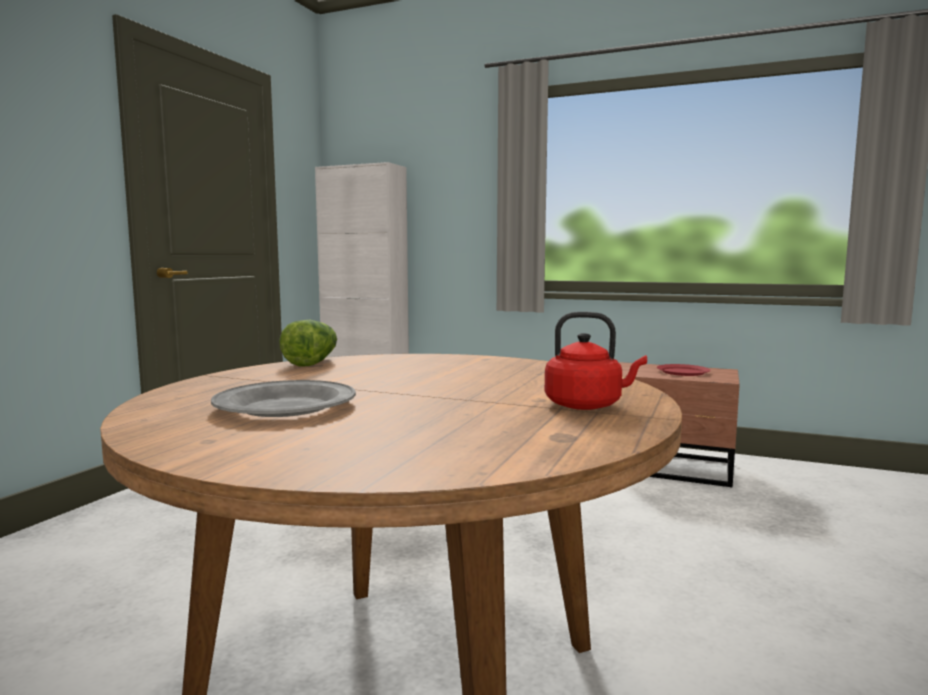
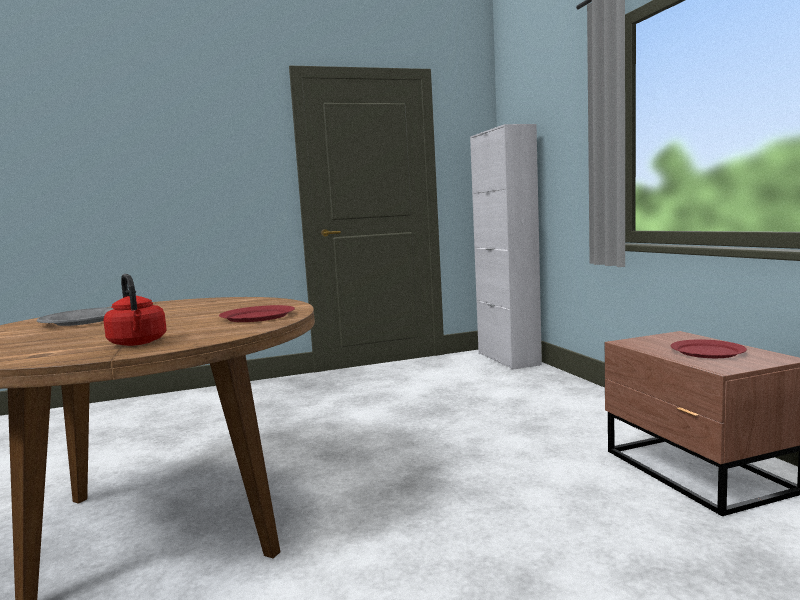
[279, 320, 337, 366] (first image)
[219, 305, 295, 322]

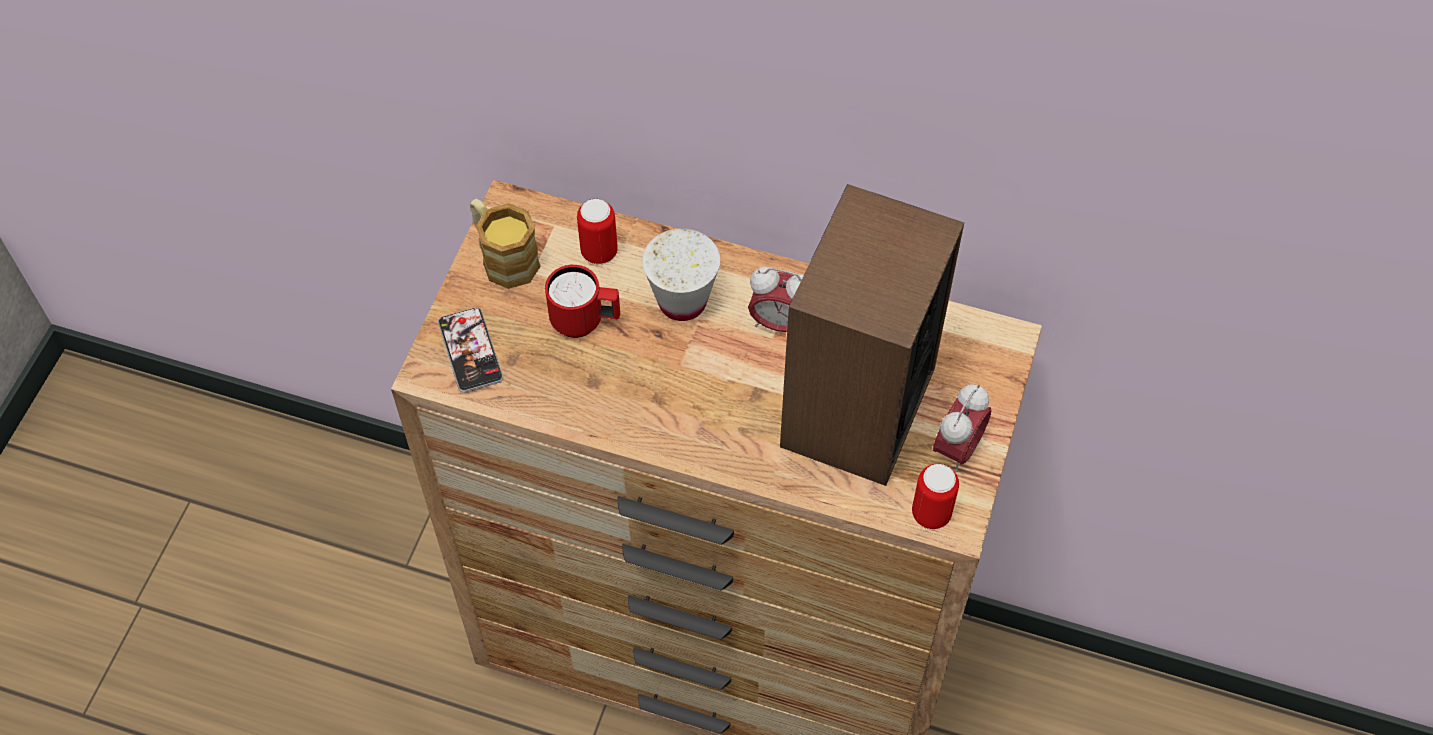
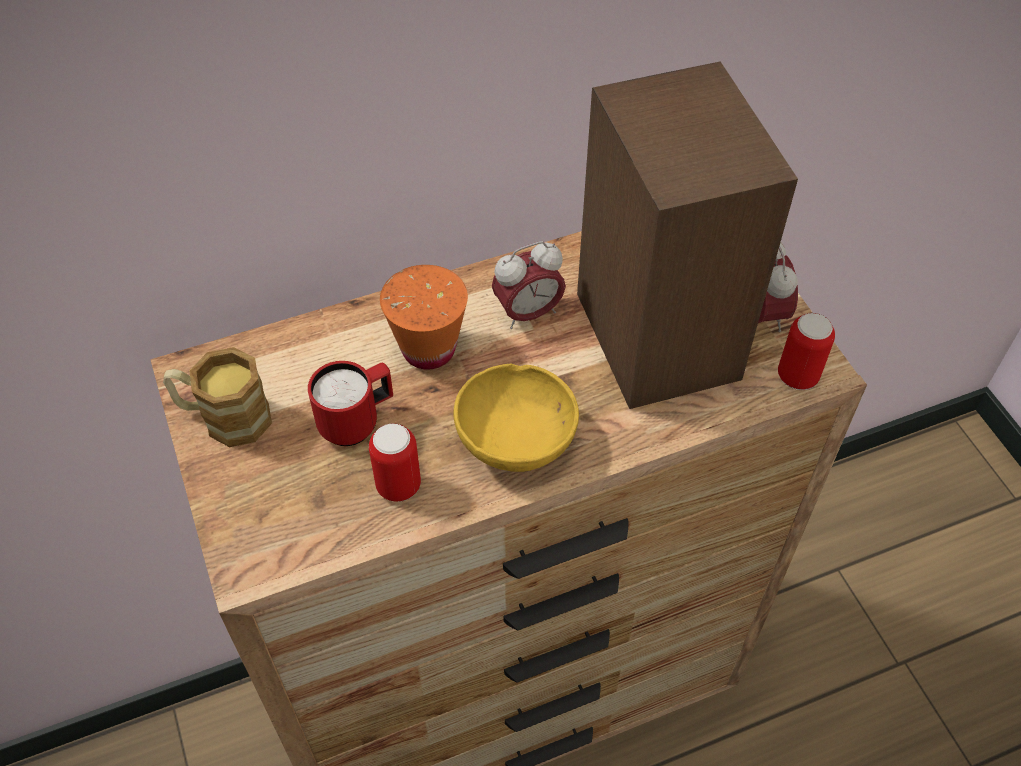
[438, 308, 503, 393] (first image)
[453, 364, 579, 472]
[369, 423, 421, 502]
[380, 265, 468, 370]

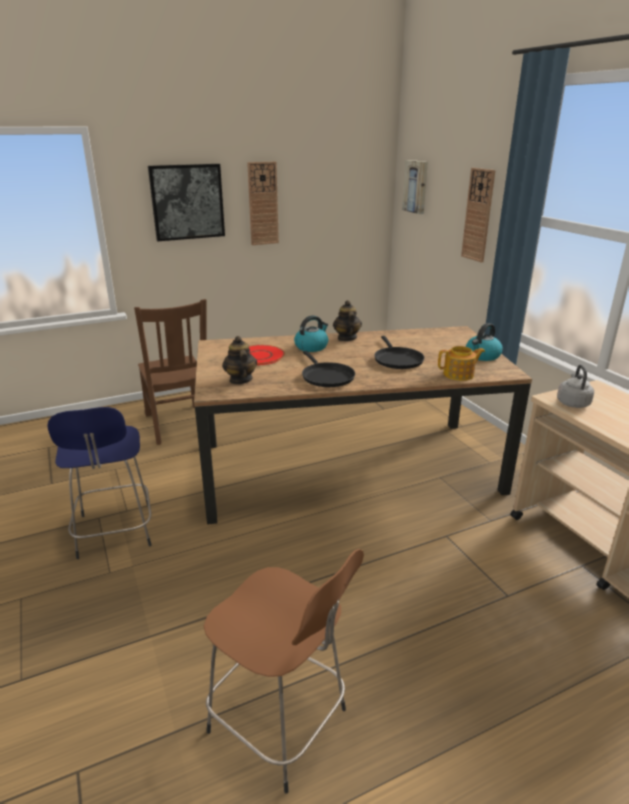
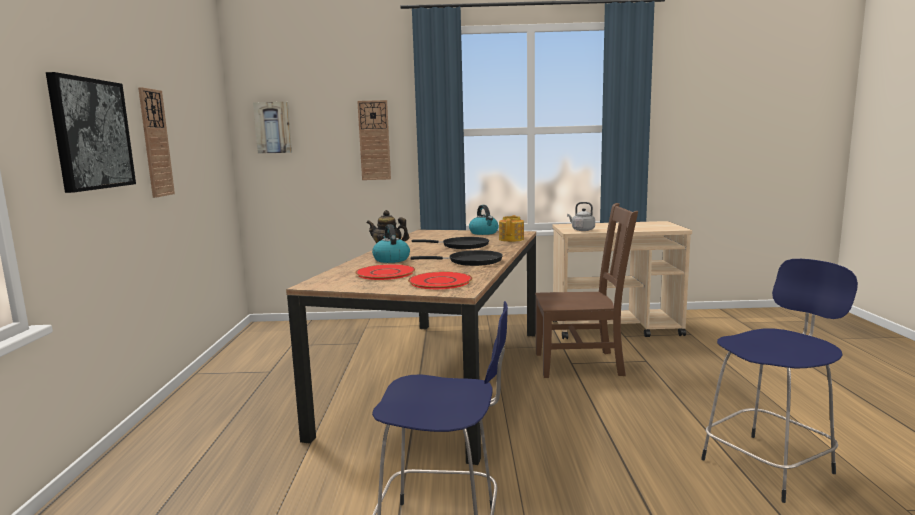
[535, 203, 638, 378]
[408, 272, 472, 289]
[701, 259, 858, 503]

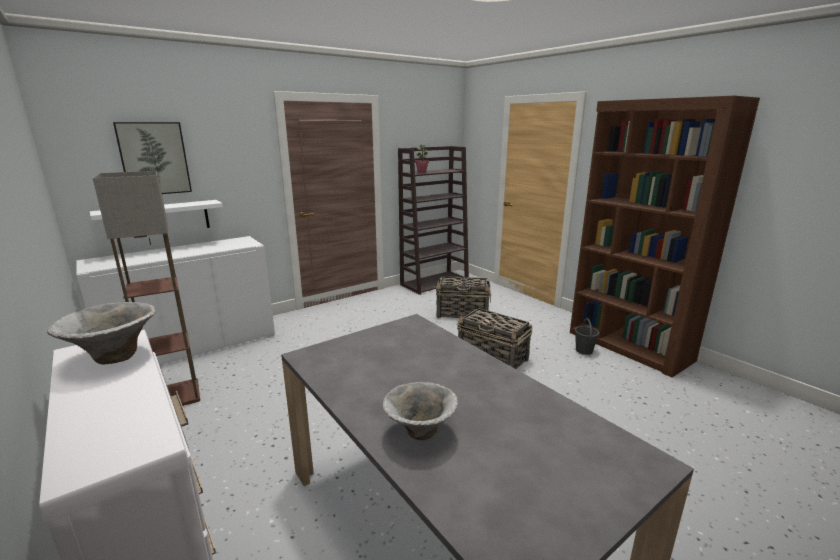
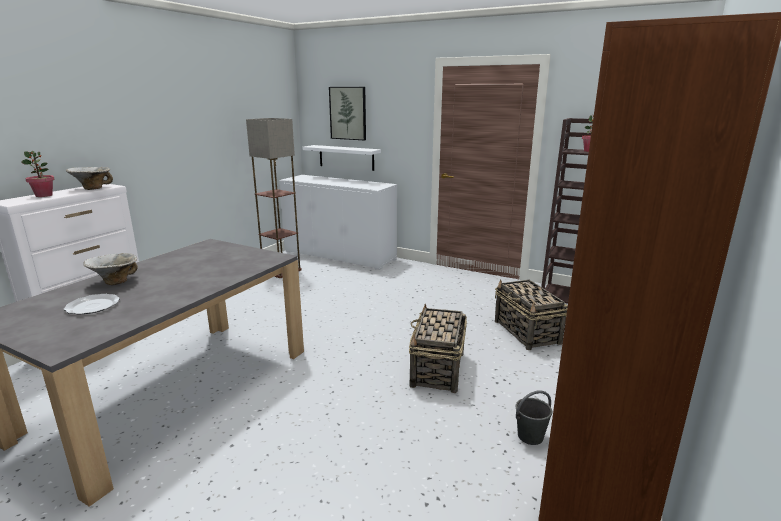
[21, 151, 54, 197]
[64, 294, 120, 314]

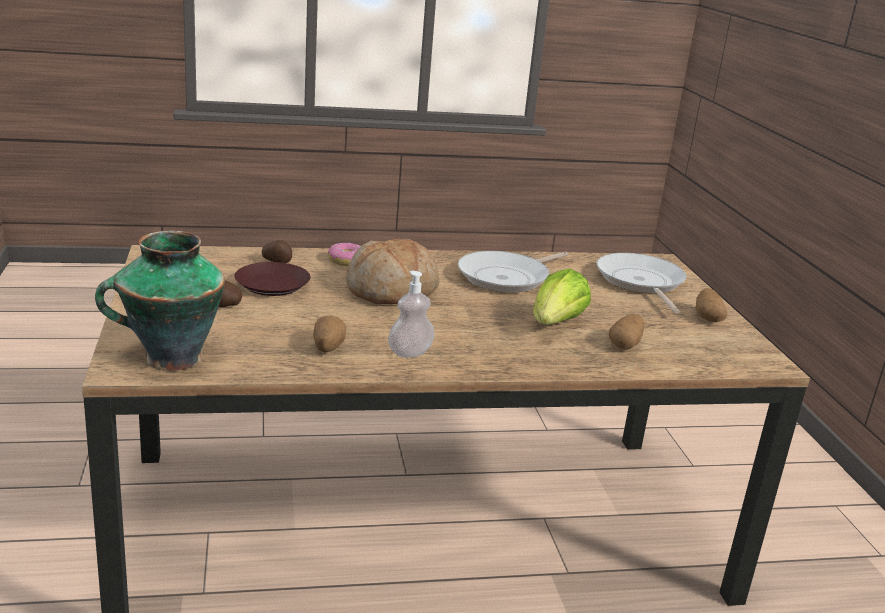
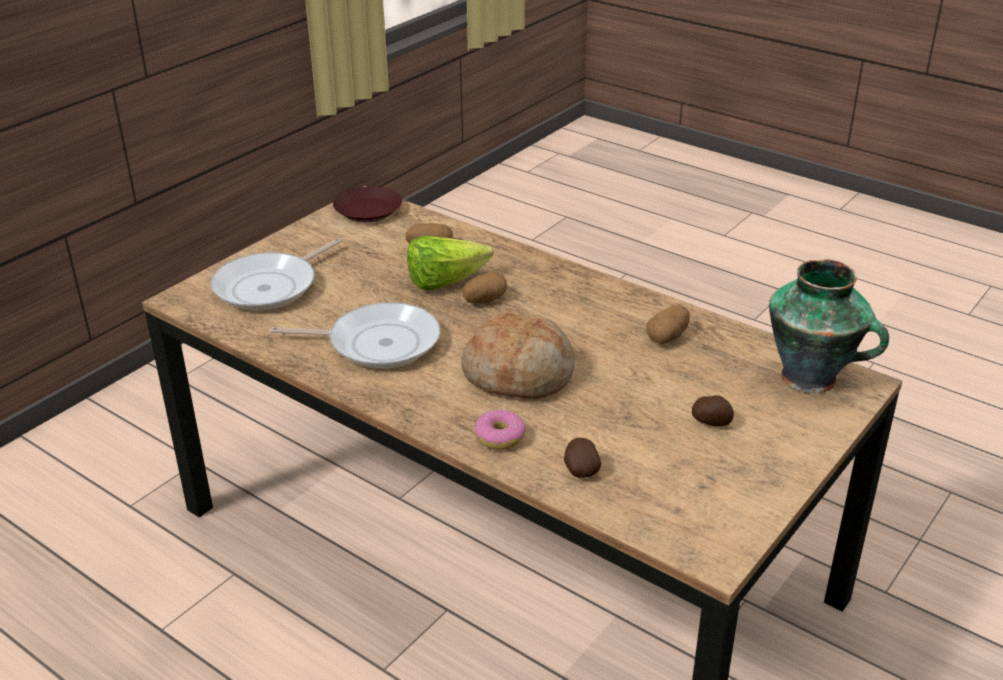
[388, 271, 435, 357] (first image)
[333, 187, 402, 222]
[463, 272, 507, 304]

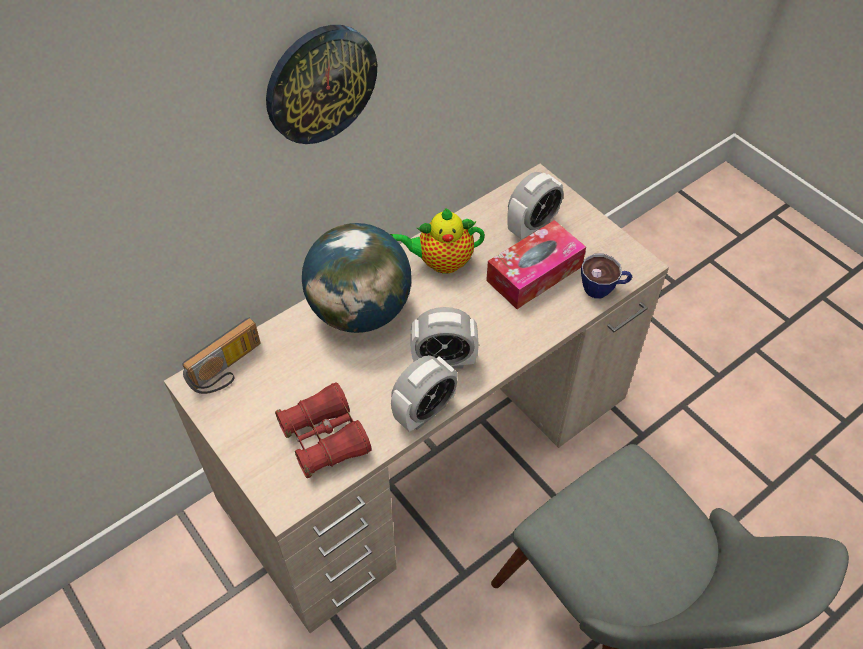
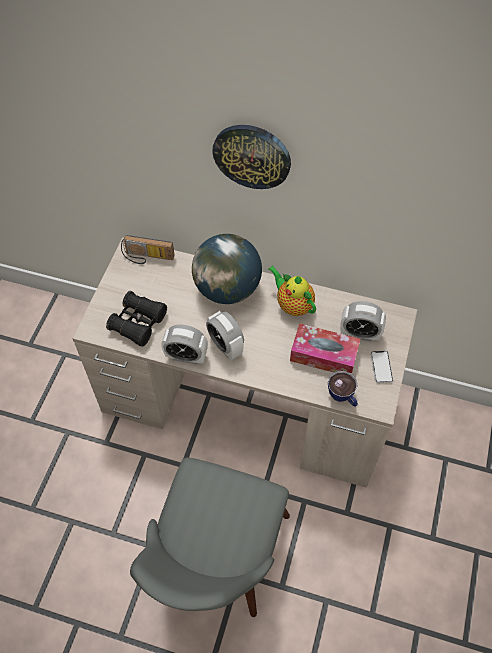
[371, 351, 393, 383]
[106, 291, 167, 347]

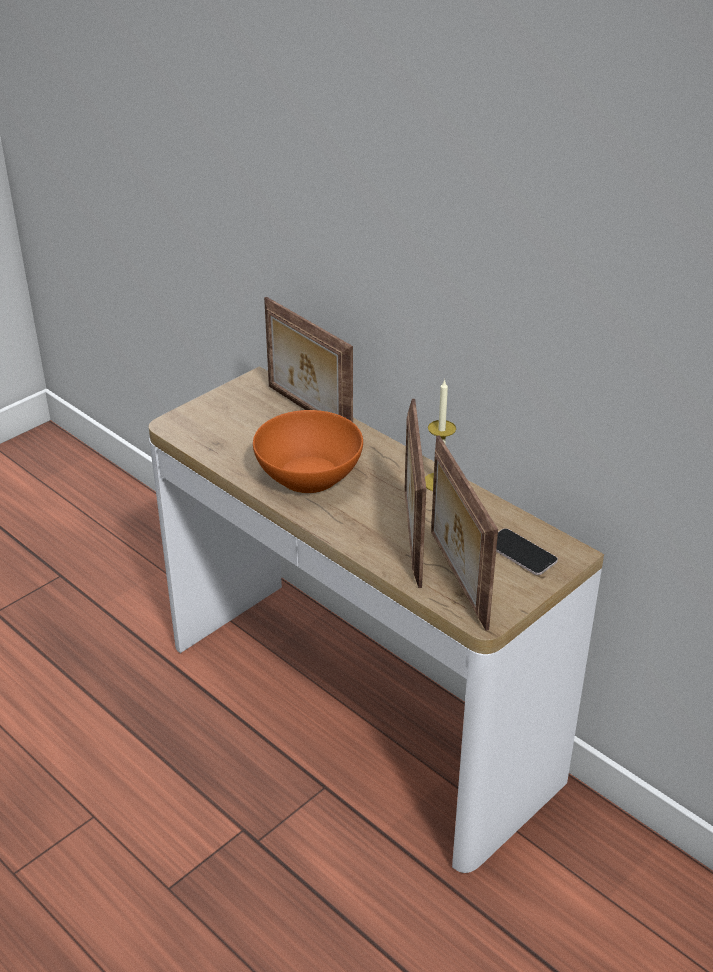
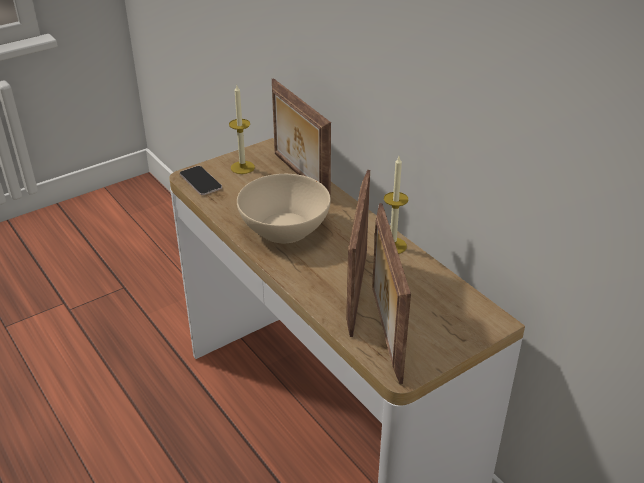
[229, 85, 255, 174]
[180, 166, 222, 195]
[237, 174, 331, 243]

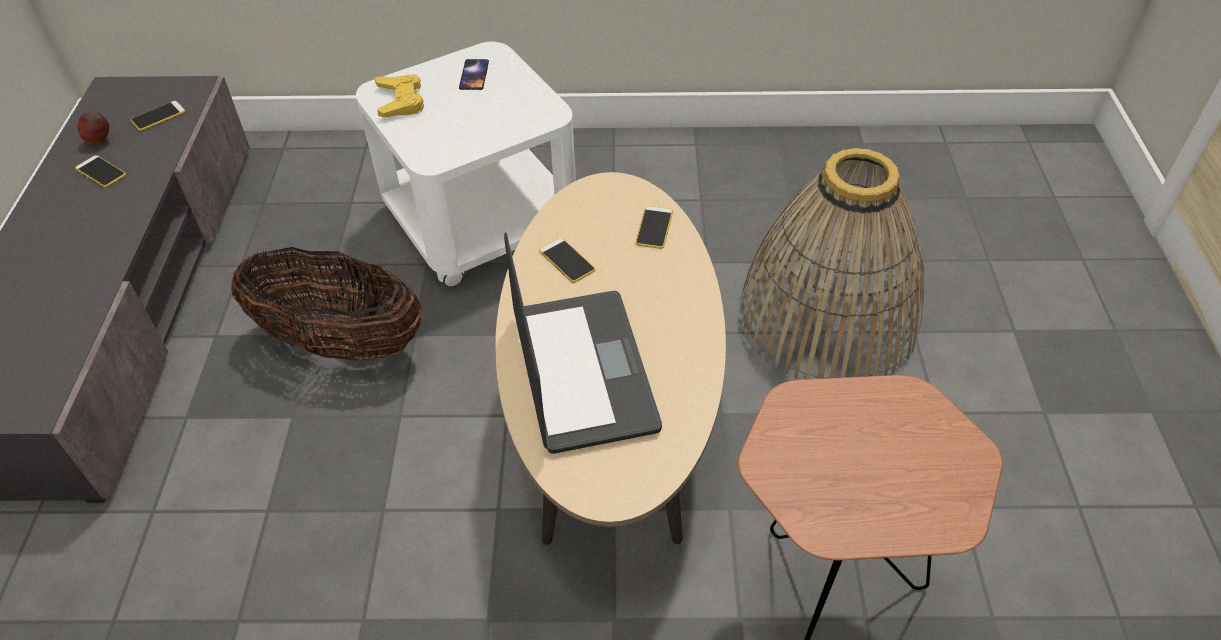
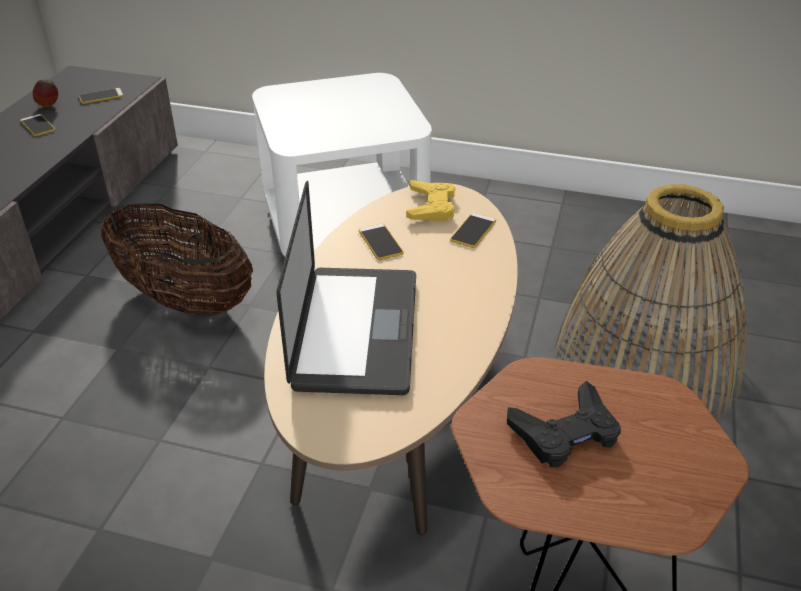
[459, 59, 489, 90] (first image)
[507, 381, 621, 467]
[406, 180, 455, 222]

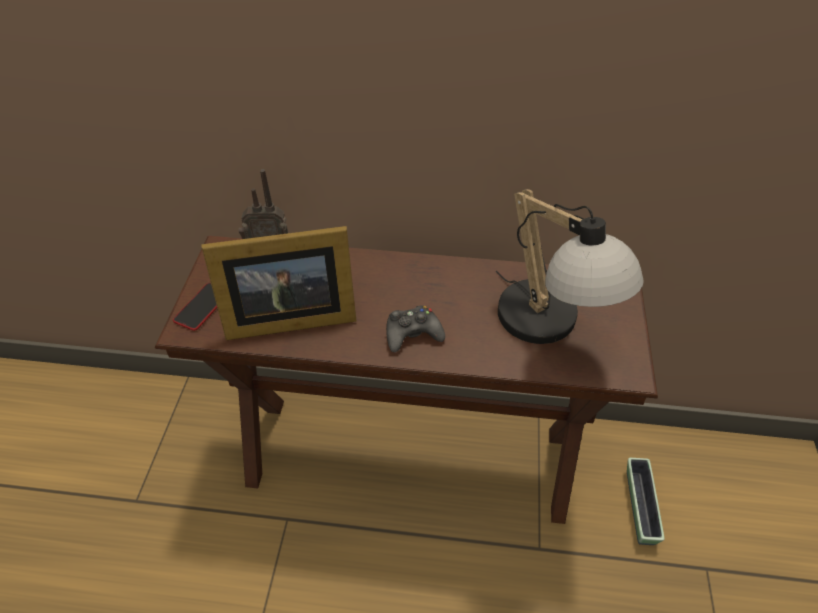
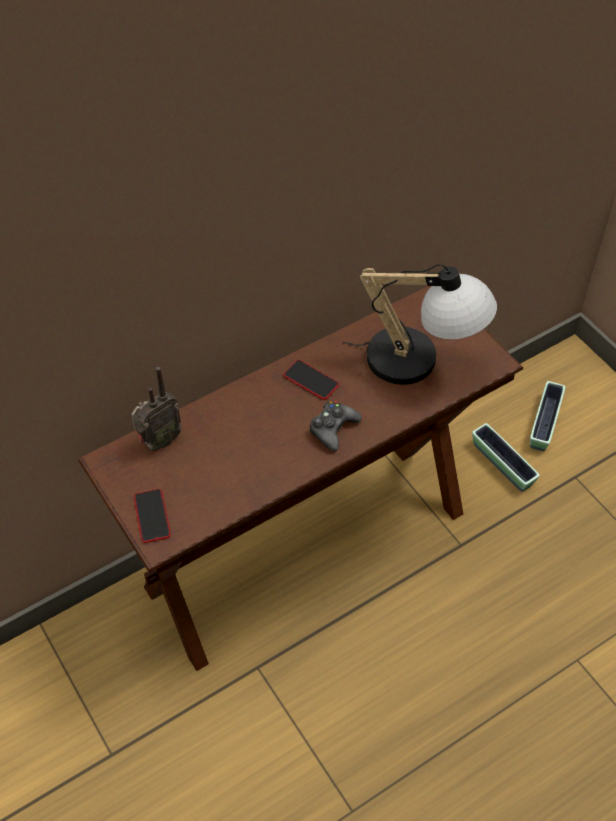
[201, 226, 356, 340] (first image)
[283, 360, 339, 400]
[530, 381, 566, 451]

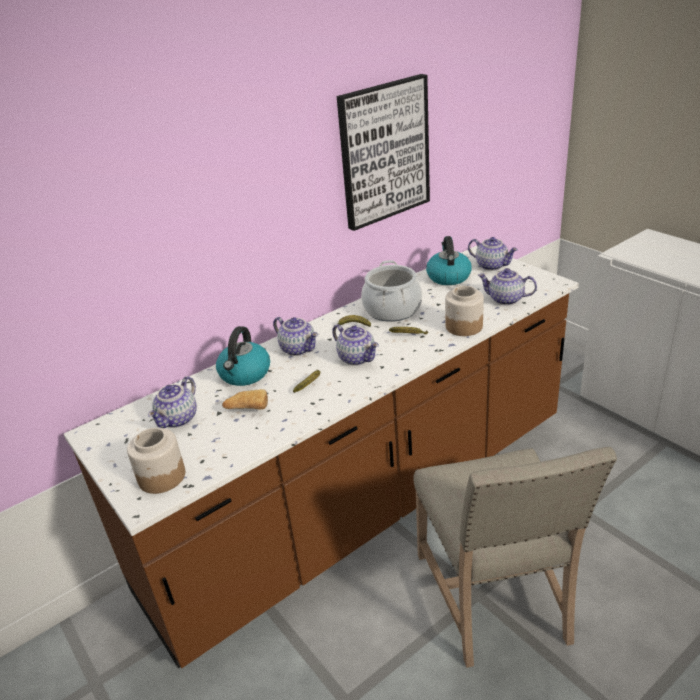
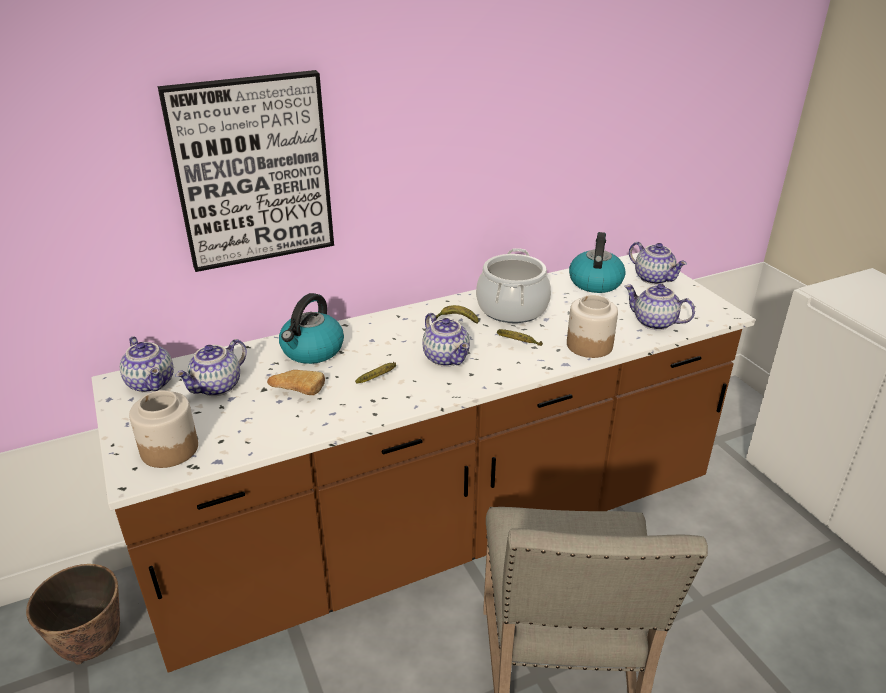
[26, 564, 120, 665]
[120, 336, 174, 393]
[158, 70, 334, 272]

